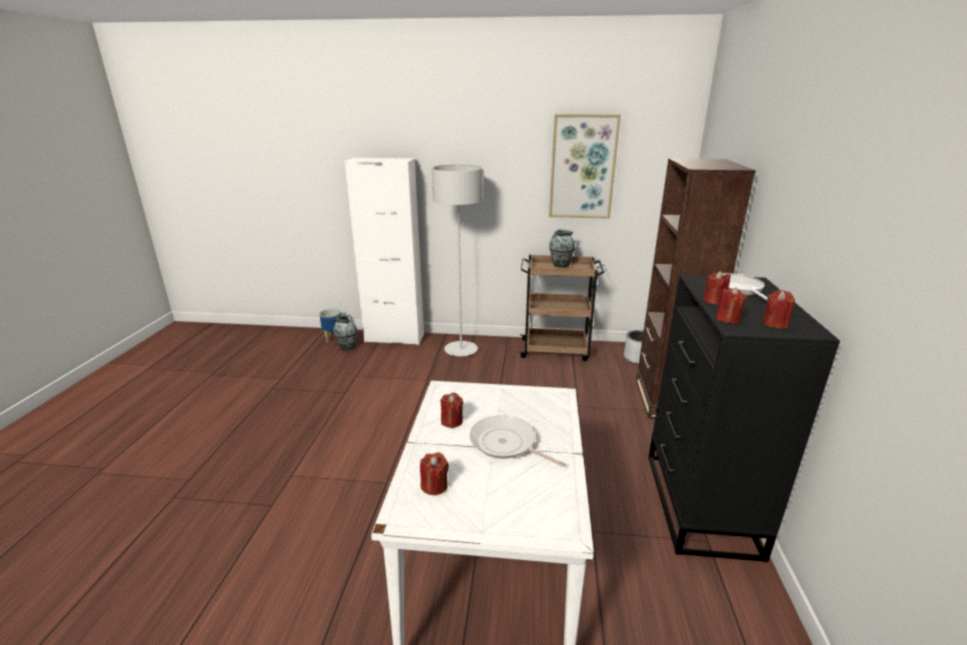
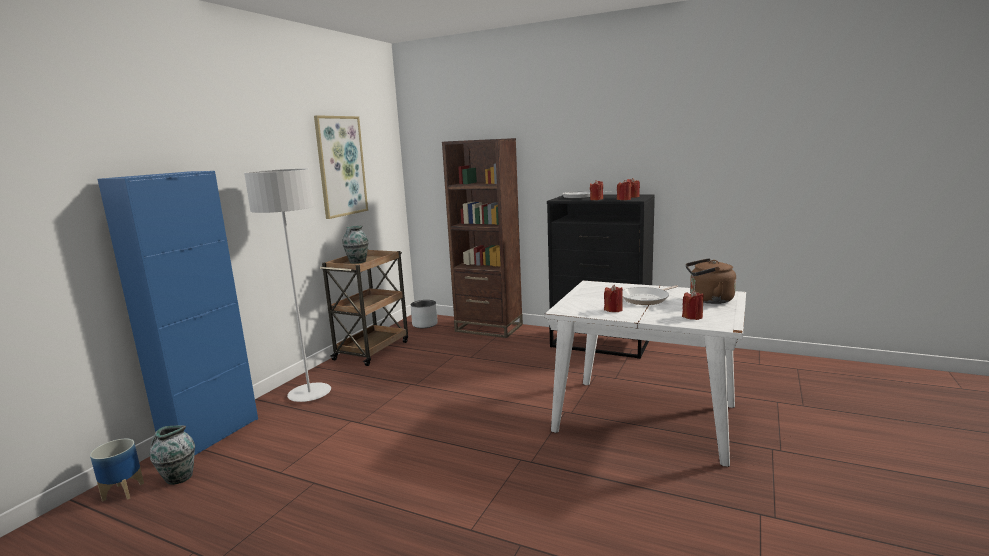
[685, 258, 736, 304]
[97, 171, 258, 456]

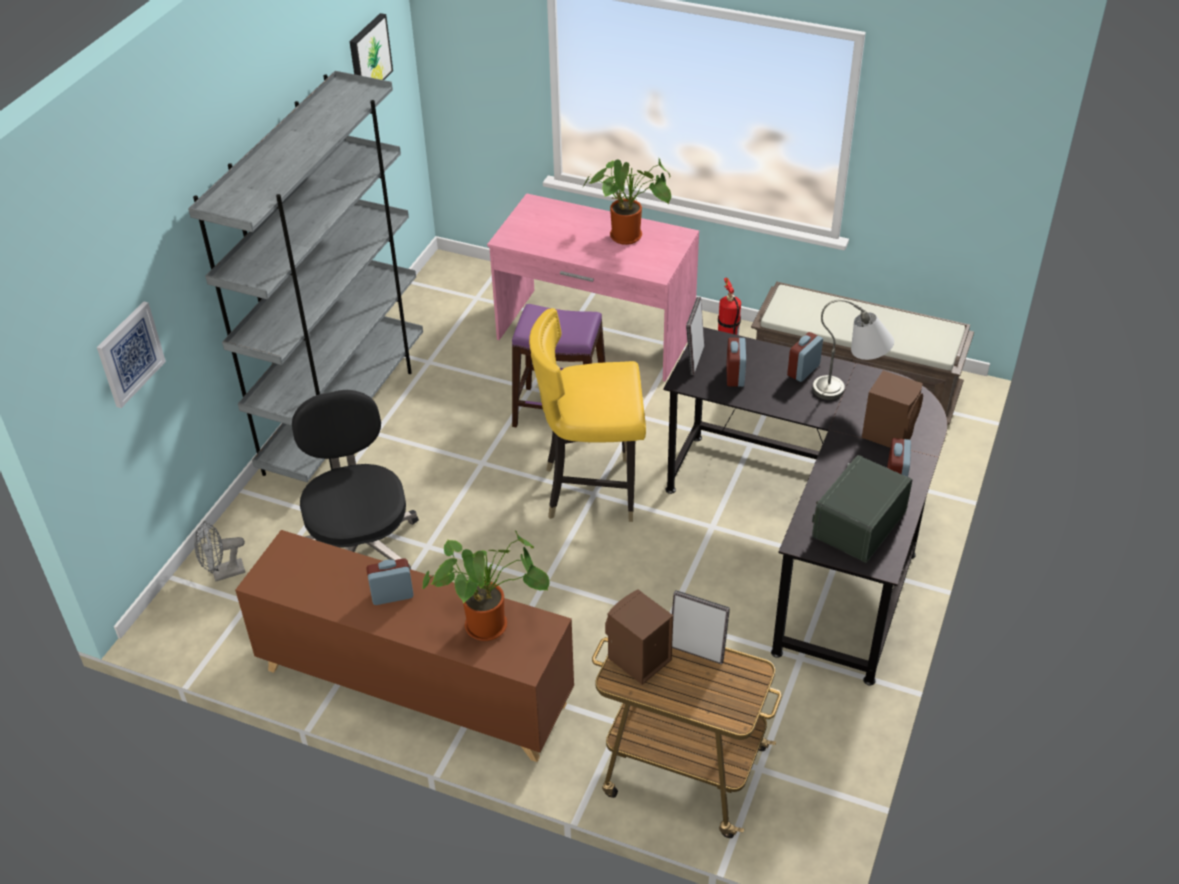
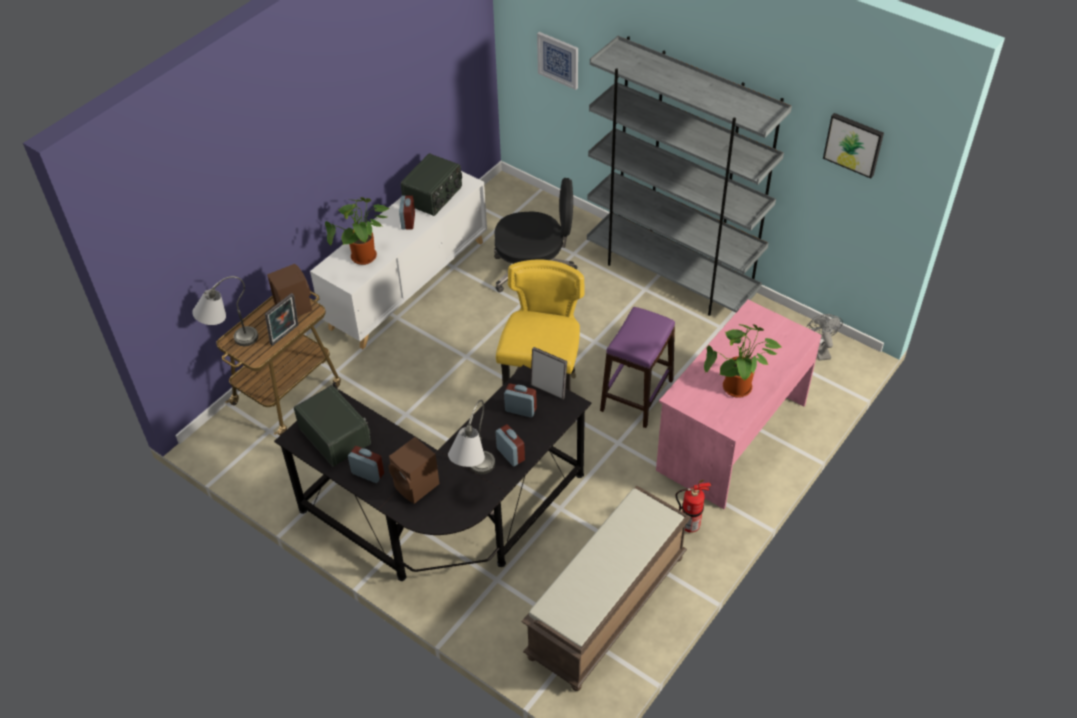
[192, 276, 258, 346]
[401, 153, 462, 216]
[806, 314, 843, 361]
[310, 171, 487, 349]

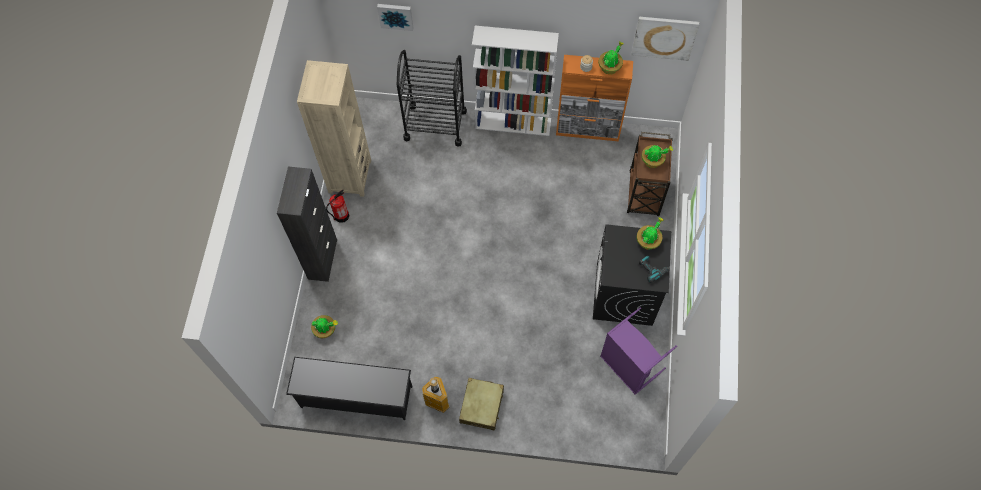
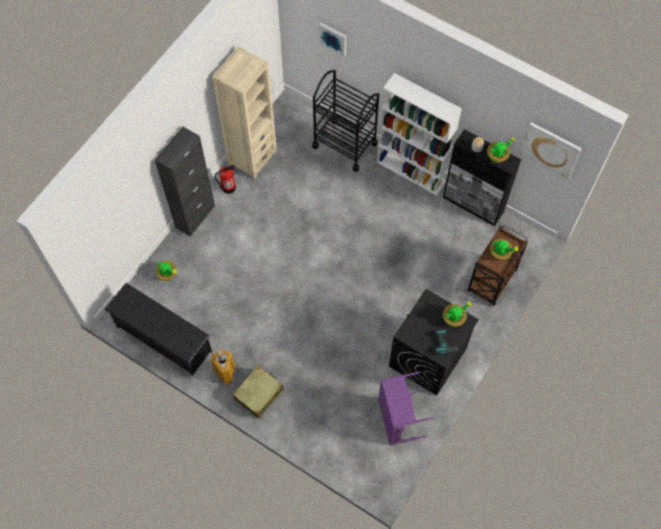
[443, 129, 521, 226]

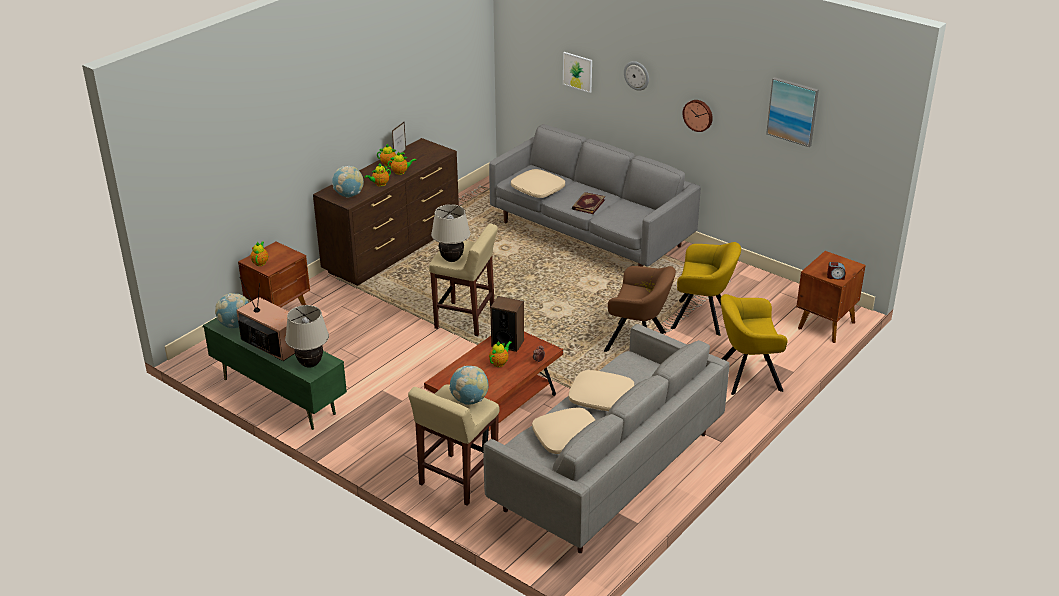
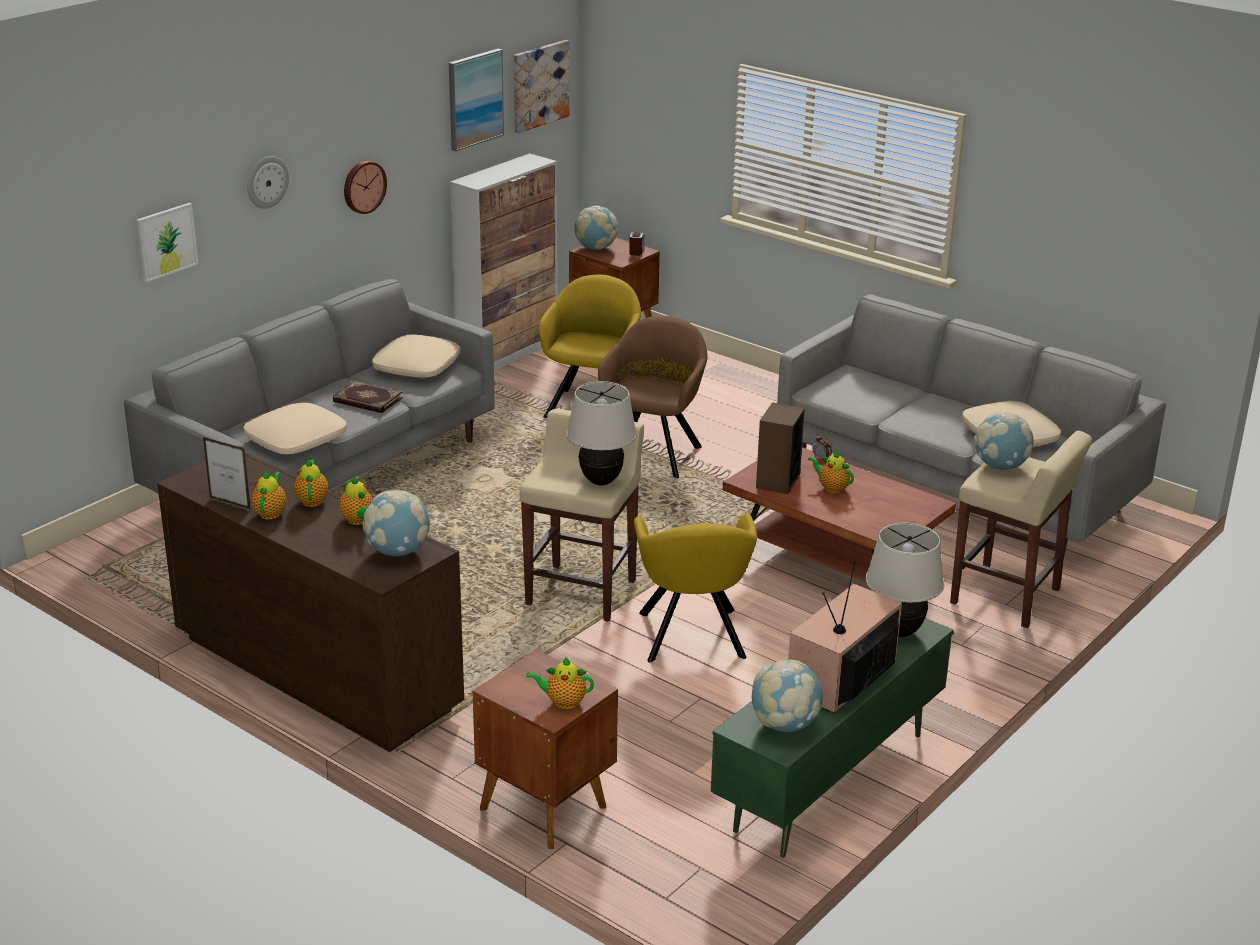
[450, 153, 557, 371]
[514, 40, 569, 133]
[574, 205, 618, 250]
[372, 334, 461, 378]
[634, 513, 757, 662]

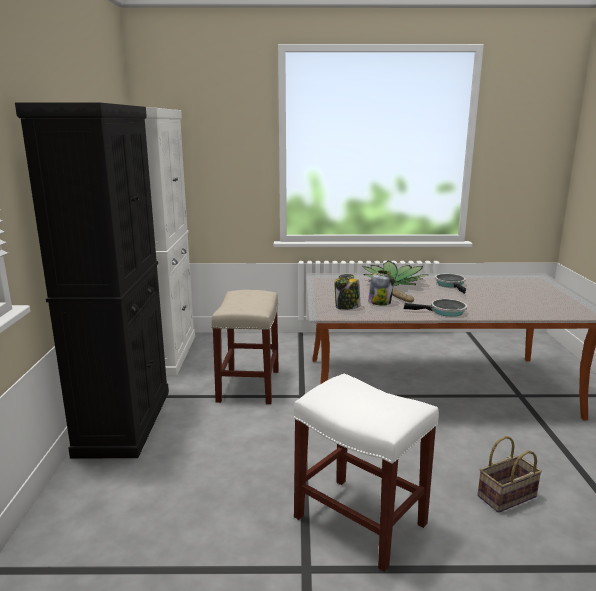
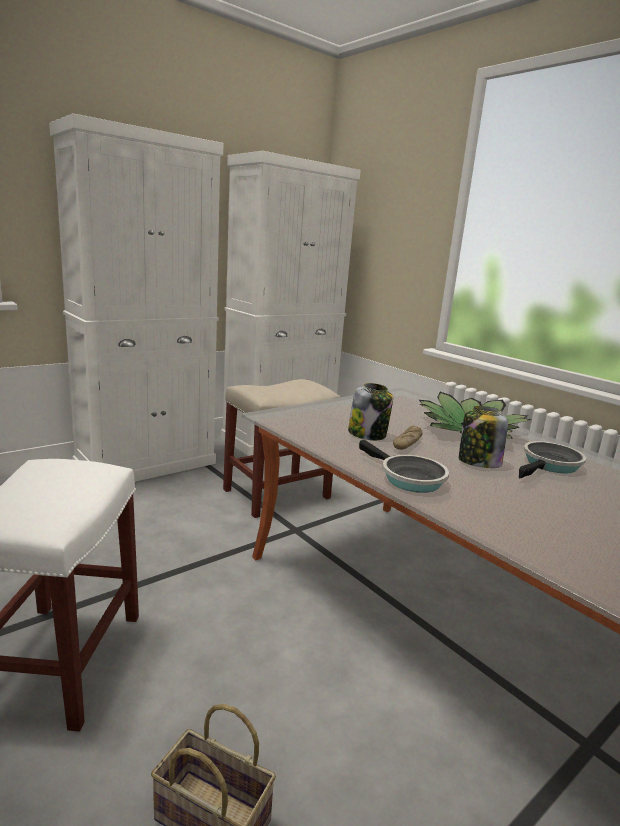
[459, 406, 508, 468]
[49, 113, 223, 482]

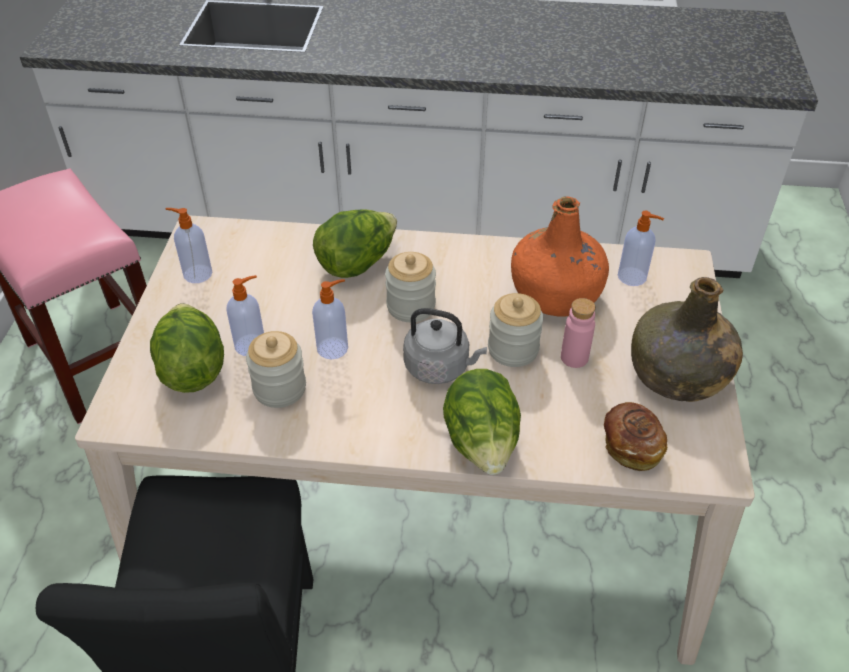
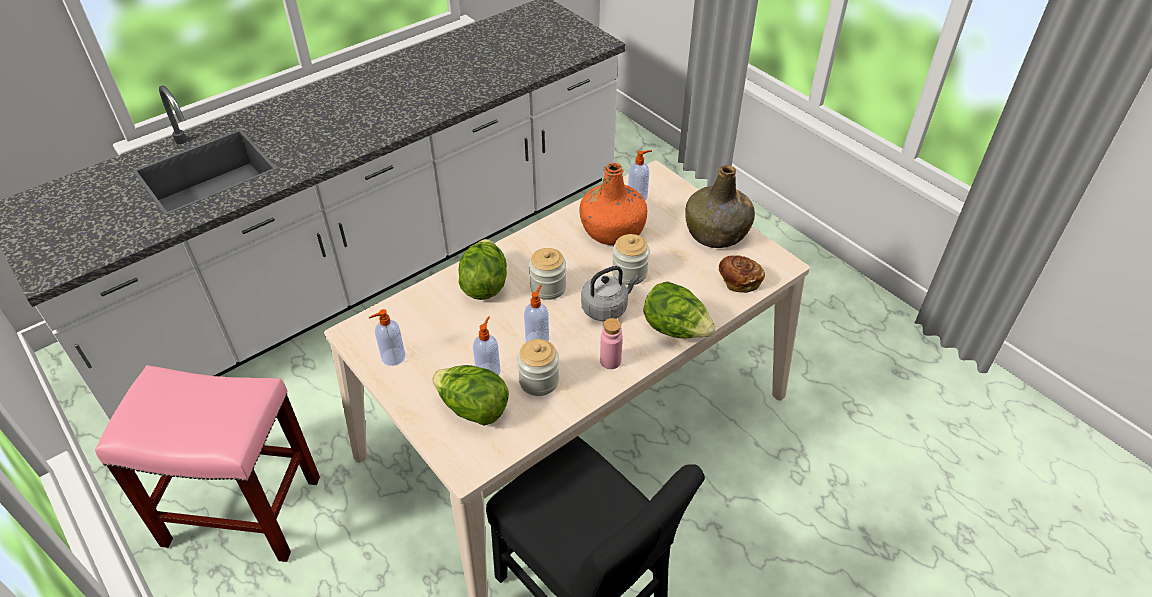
[600, 318, 623, 369]

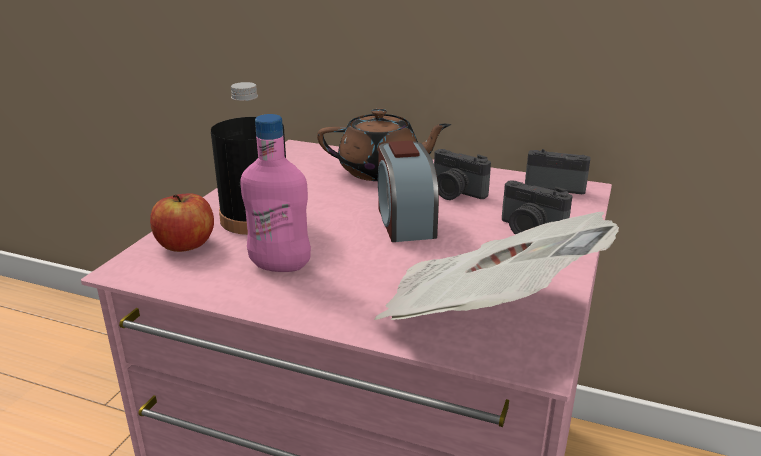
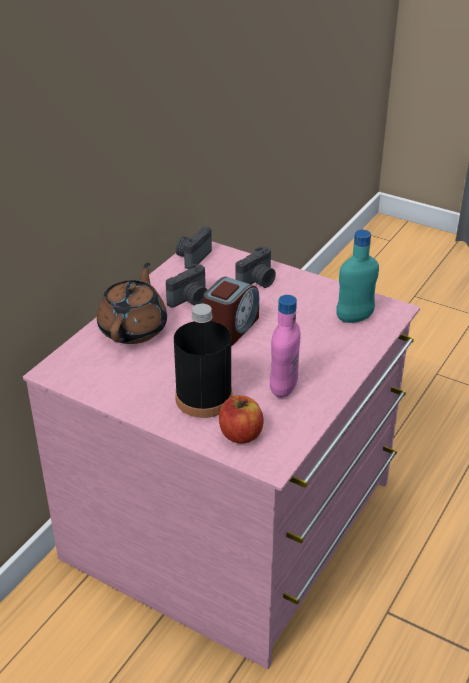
[336, 230, 379, 323]
[203, 277, 259, 346]

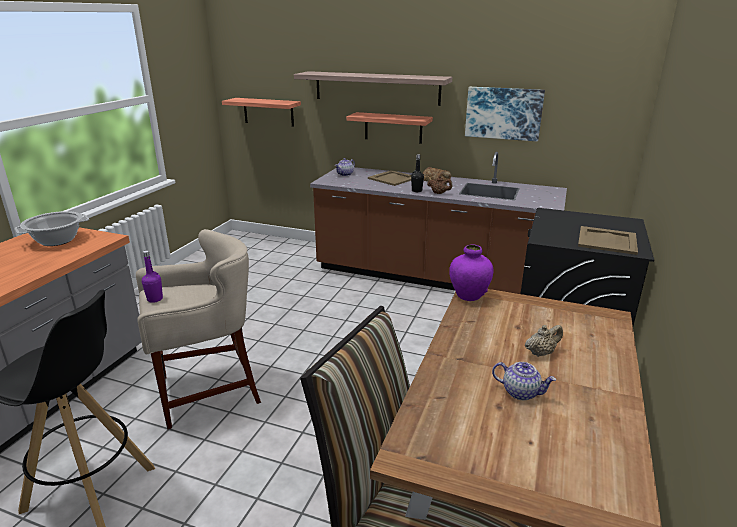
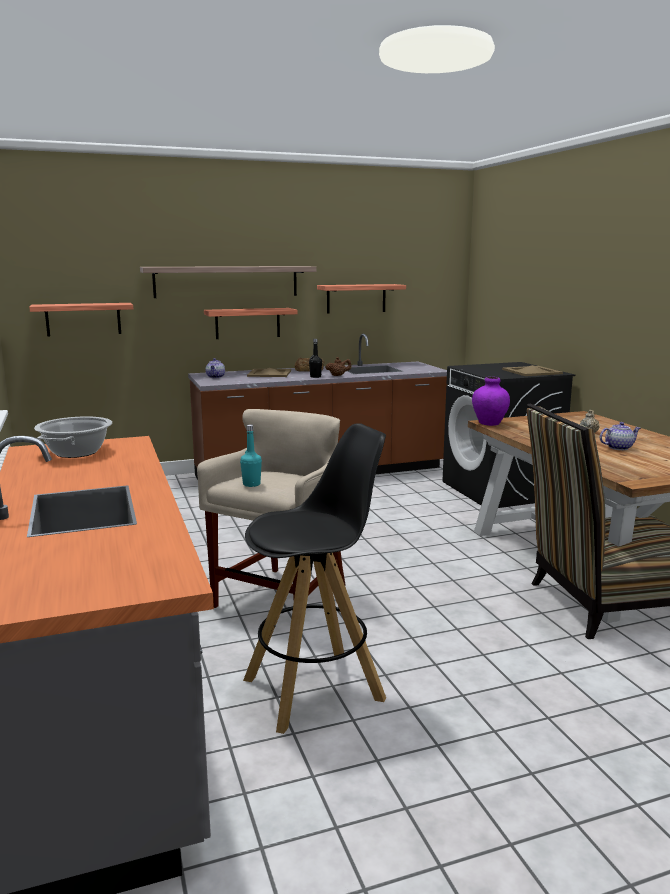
[317, 284, 406, 314]
[240, 424, 262, 487]

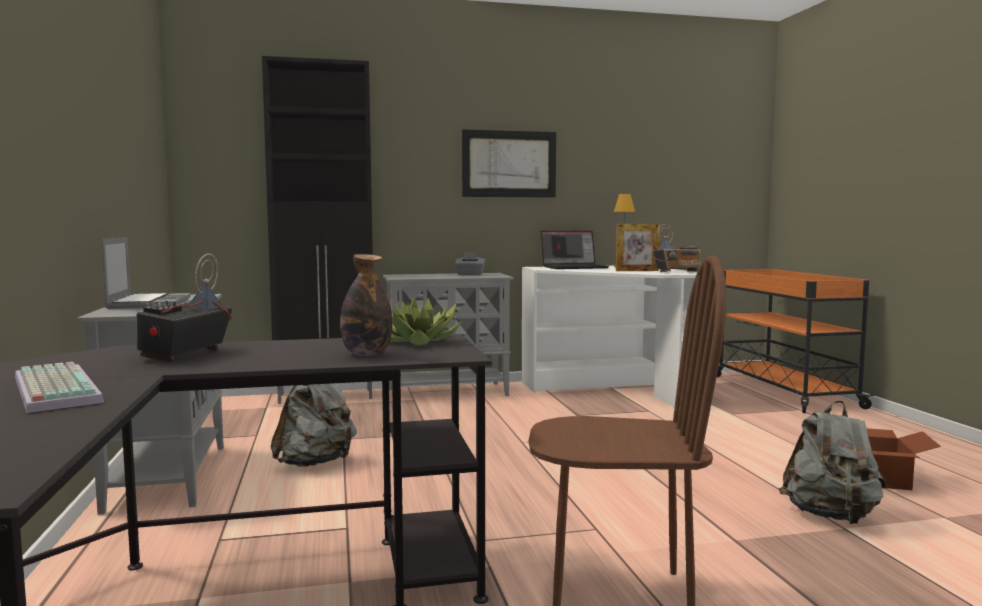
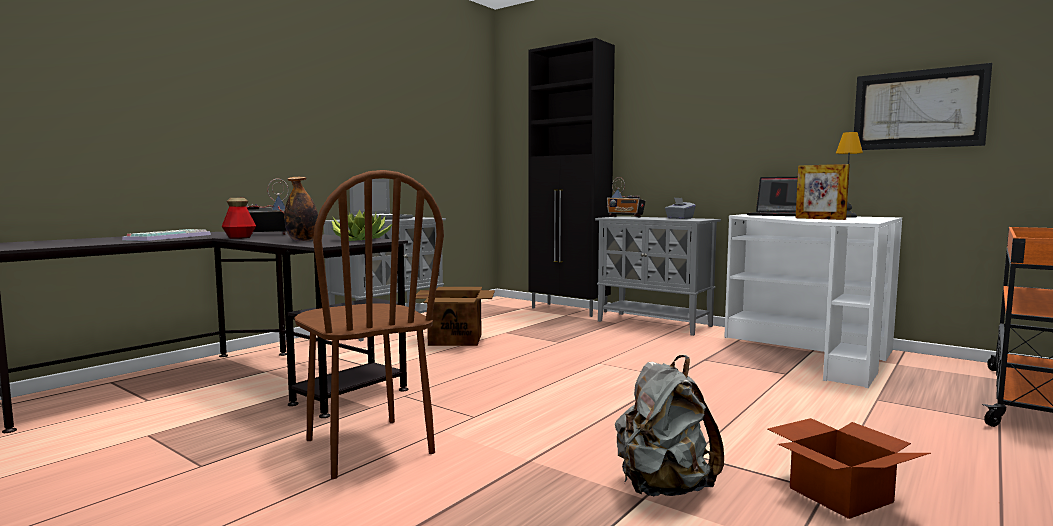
[222, 198, 256, 239]
[854, 63, 992, 150]
[607, 177, 646, 218]
[416, 287, 495, 346]

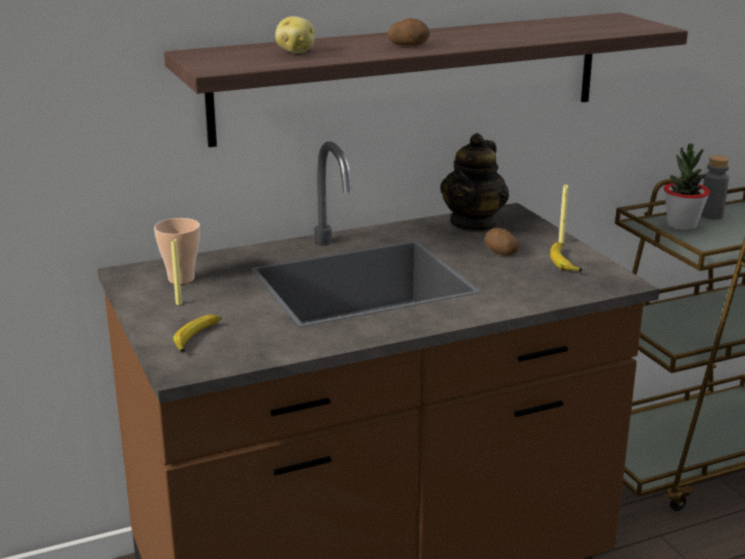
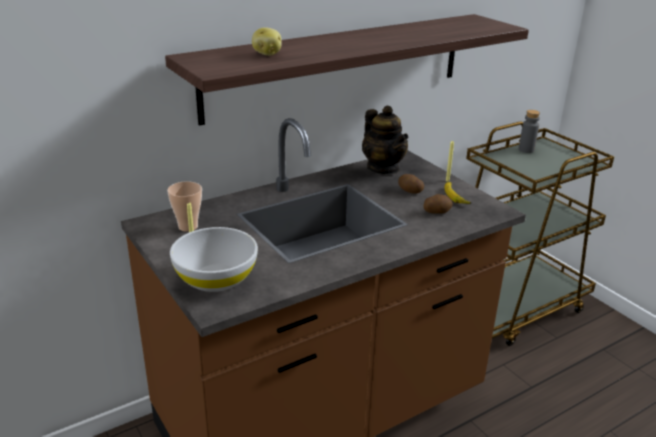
[664, 144, 710, 230] (first image)
[423, 194, 453, 214]
[170, 227, 258, 292]
[362, 106, 408, 174]

